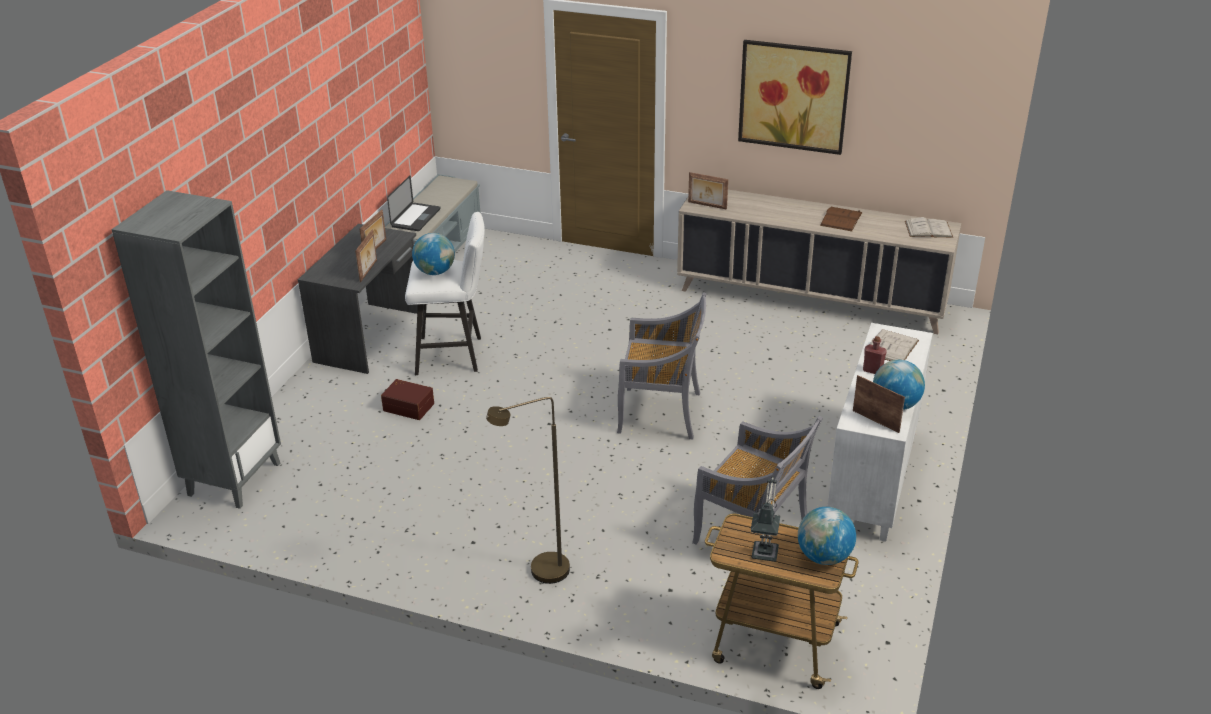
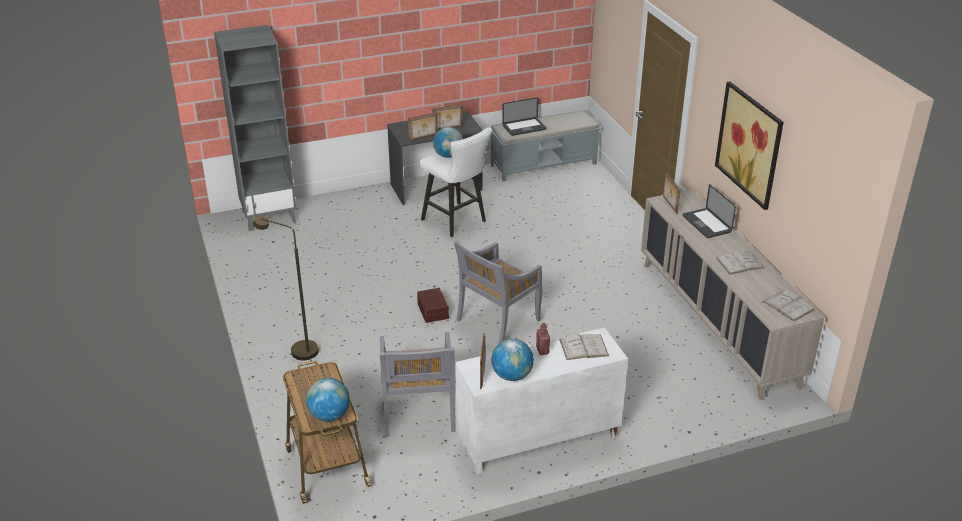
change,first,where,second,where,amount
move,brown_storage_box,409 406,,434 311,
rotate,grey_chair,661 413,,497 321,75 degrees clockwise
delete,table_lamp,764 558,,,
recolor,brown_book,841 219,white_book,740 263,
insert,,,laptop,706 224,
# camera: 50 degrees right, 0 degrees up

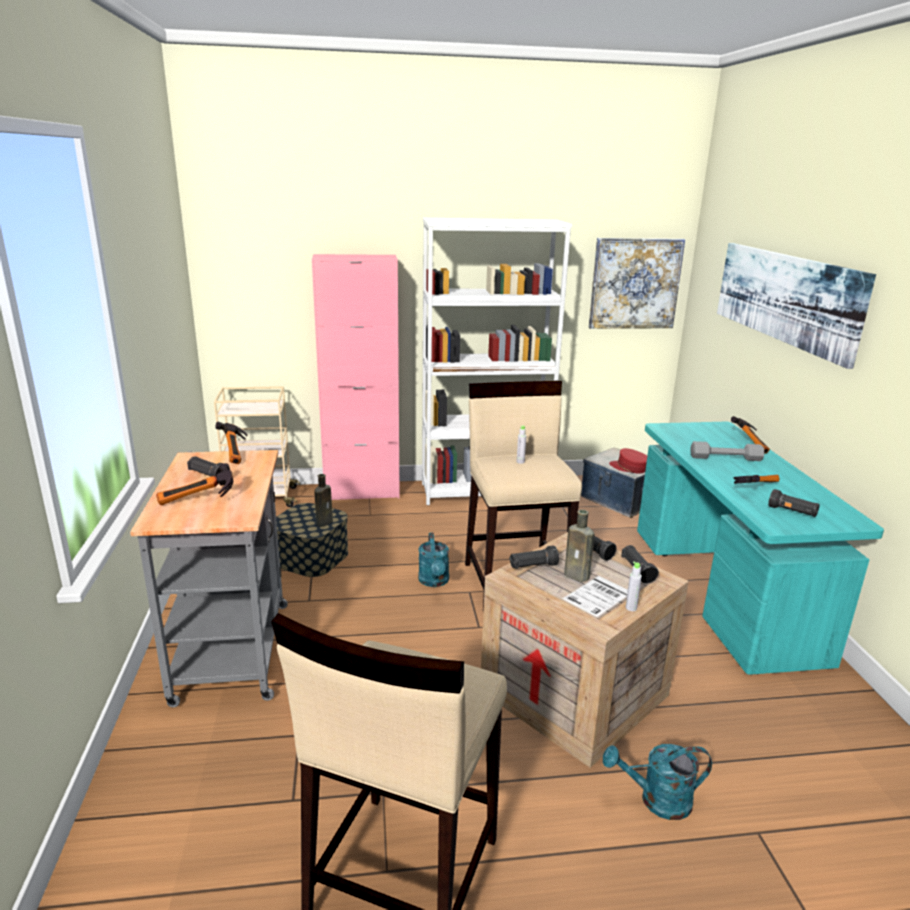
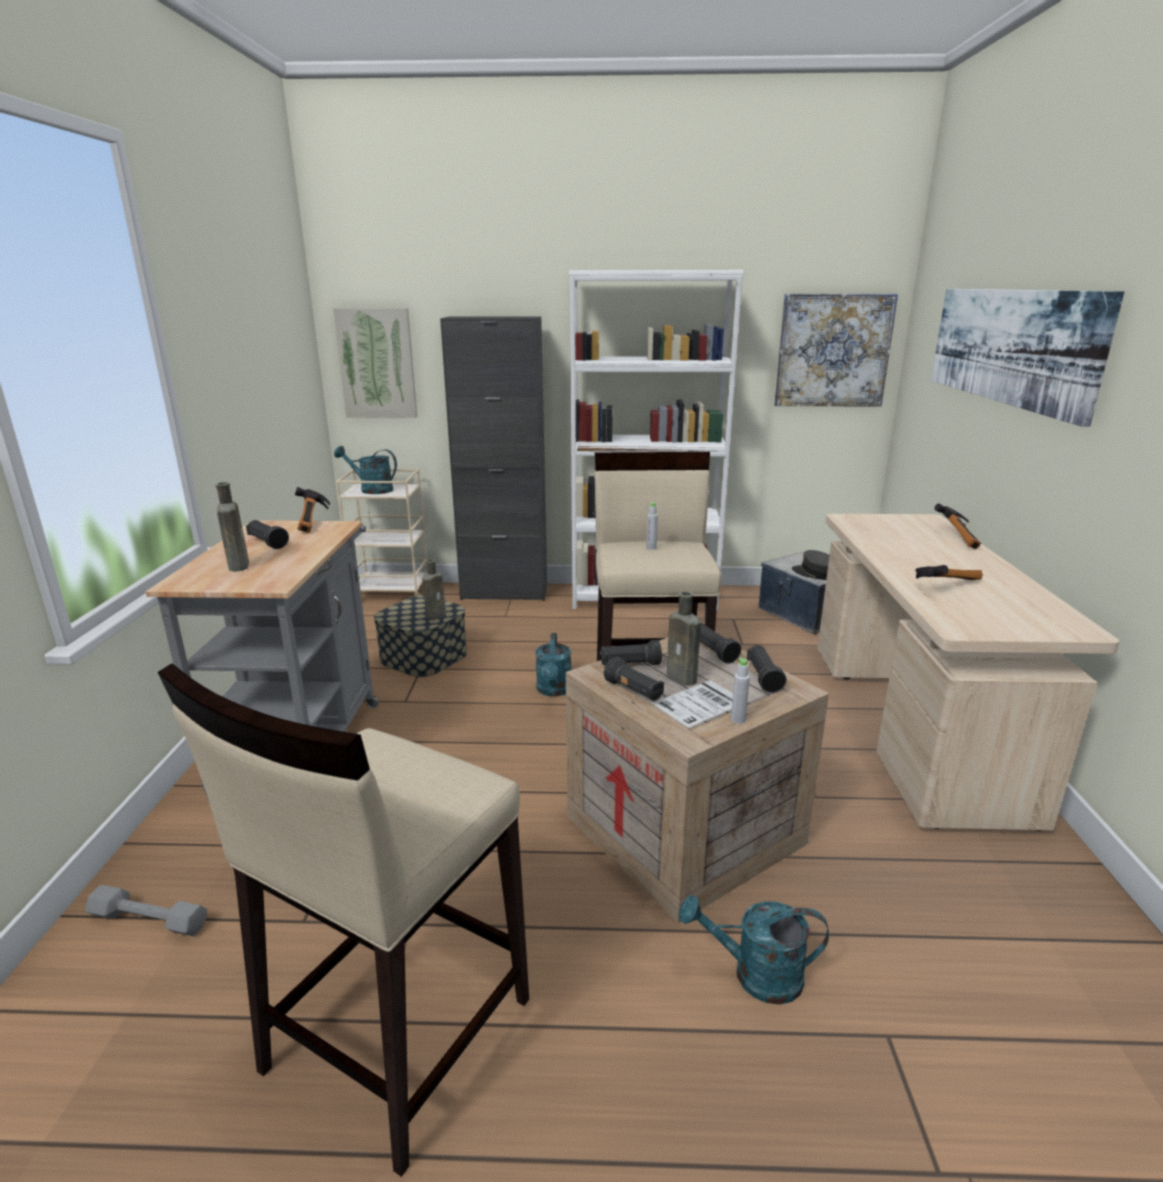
change,first,where,second,where,amount
replace,hammer,197 501,brown_bottle,239 565,
recolor,pink_cabinet,362 492,black_cabinet,504 593,
recolor,red_cap,629 468,grey_cap,815 573,
recolor,turquoise_desk,721 592,beige_desk,911 726,
move,grey_dumbbell,725 458,,149 919,
move,black_flashlight,792 512,,634 691,
insert,,,picture,377 363,
insert,,,turquoise_watering_can,371 489,
# camera: 10 degrees right, 0 degrees up

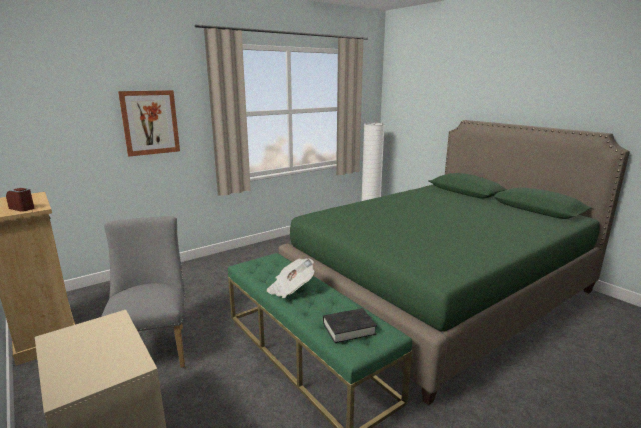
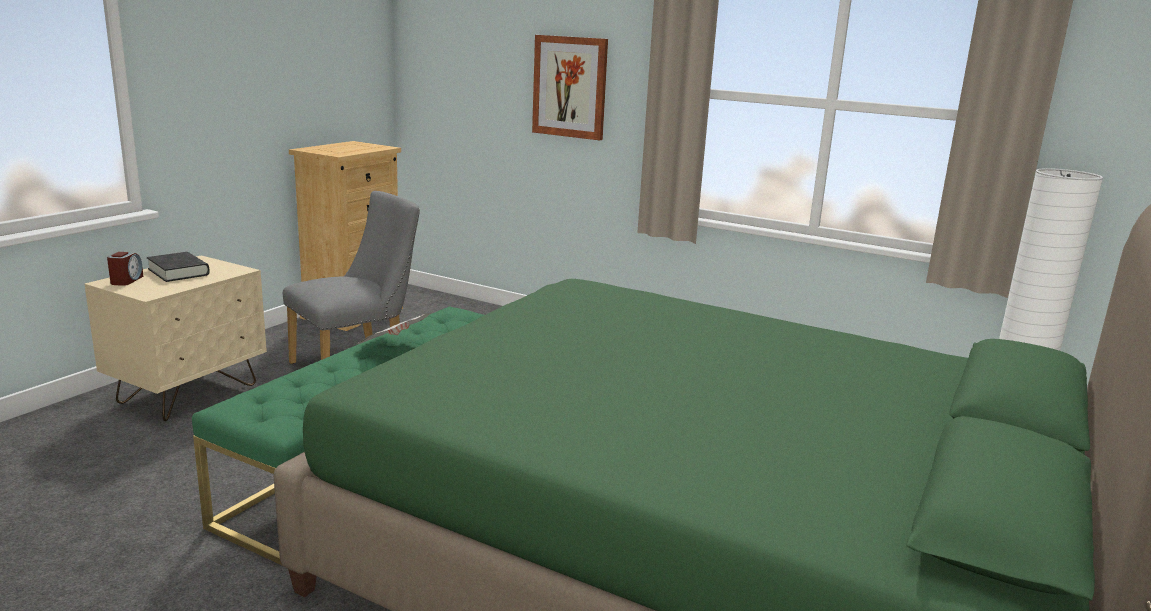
change,first,where,second,where,amount
move,alarm_clock,22 208,,126 280,
move,black_book,349 328,,178 272,
# camera: 65 degrees right, 0 degrees up

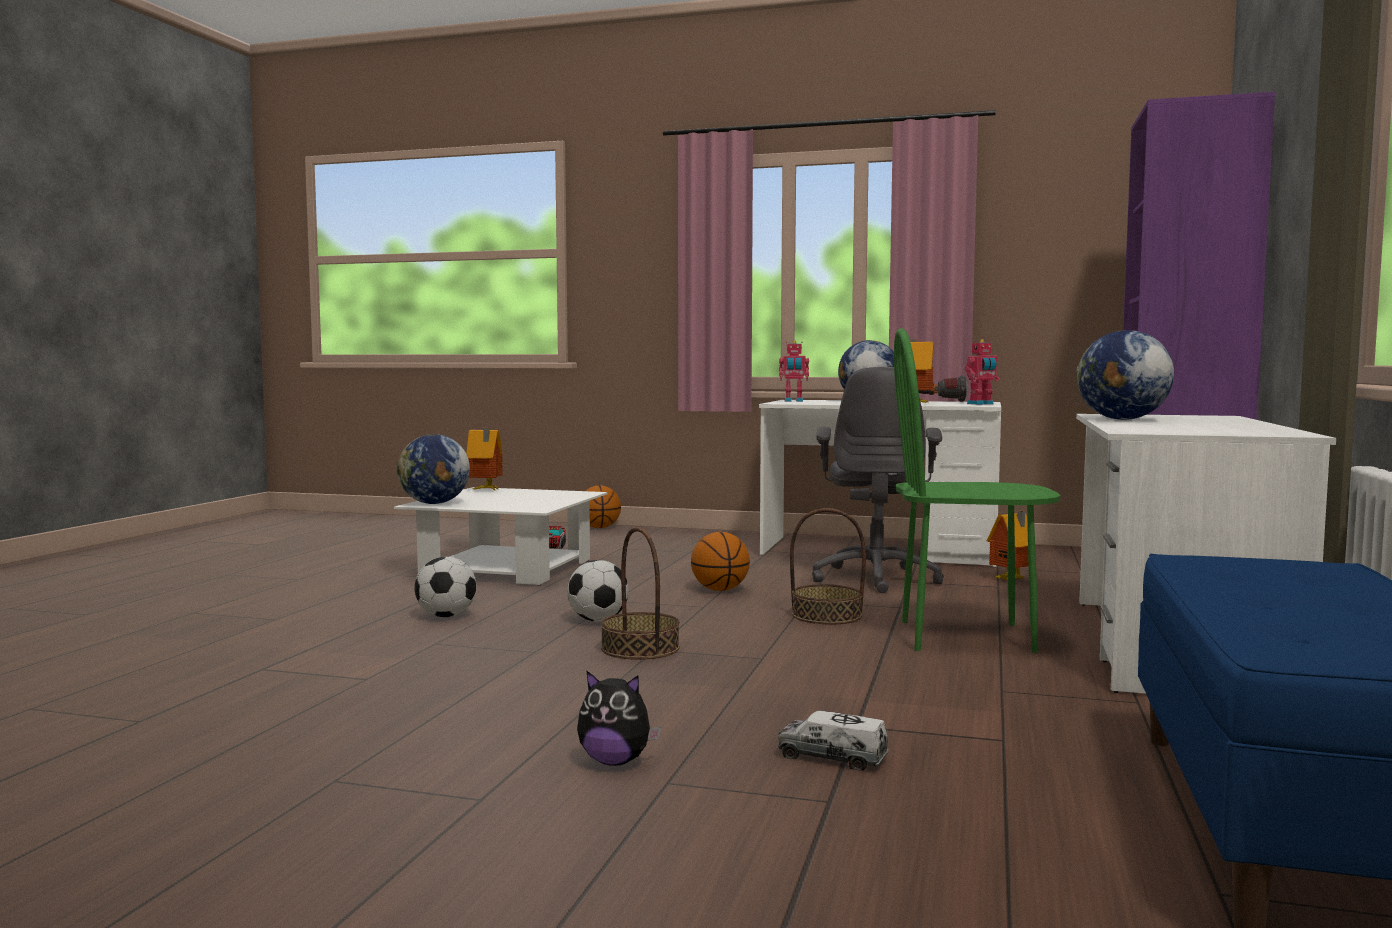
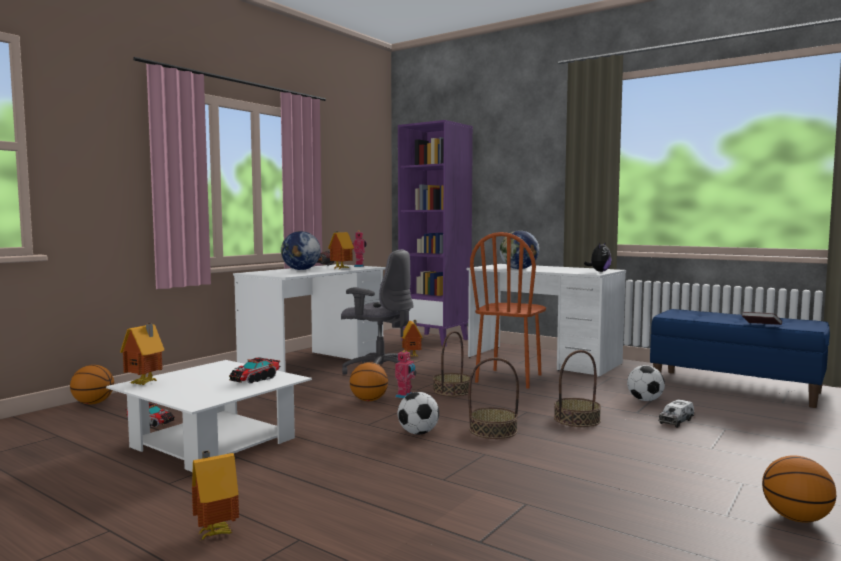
change,first,where,second,where,amount
delete,globe,434 503,,,
move,football,446 616,,645 400,
move,plush_toy,615 761,,599 271,
move,toy_robot,793 401,,405 396,
recolor,green_chair,966 636,brown_chair,509 378,
insert,,,toy_house,215 533,
insert,,,toy_truck,255 380,
insert,,,basket,577 419,
insert,,,book,761 325,
insert,,,basketball,796 519,
# camera: 70 degrees left, 0 degrees up

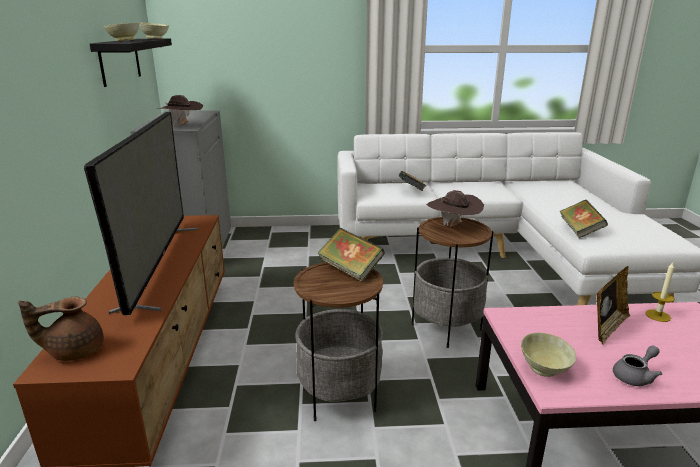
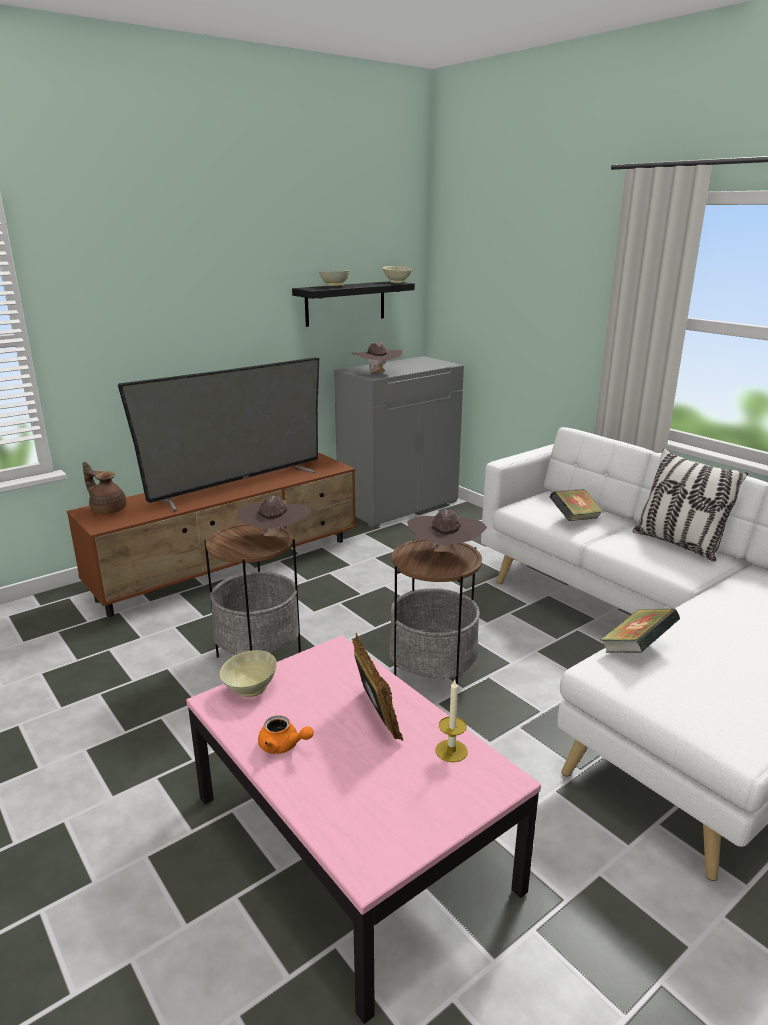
change,first,where,second,where,amount
replace,book,350 270,brown_hat,275 538,
rotate,picture_frame,607 328,,375 716,120 degrees counterclockwise
recolor,grey_teapot,635 376,orange_teapot,283 746,
insert,,,pillow,678 544,
# camera: 55 degrees right, 0 degrees up

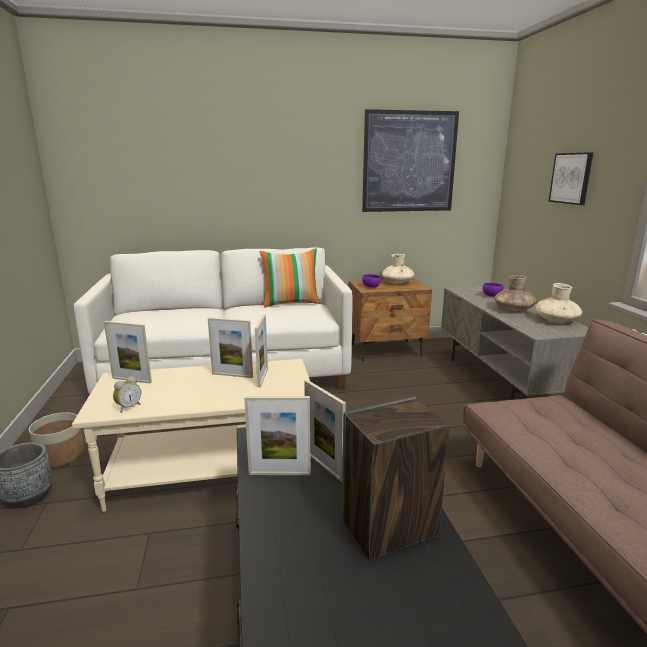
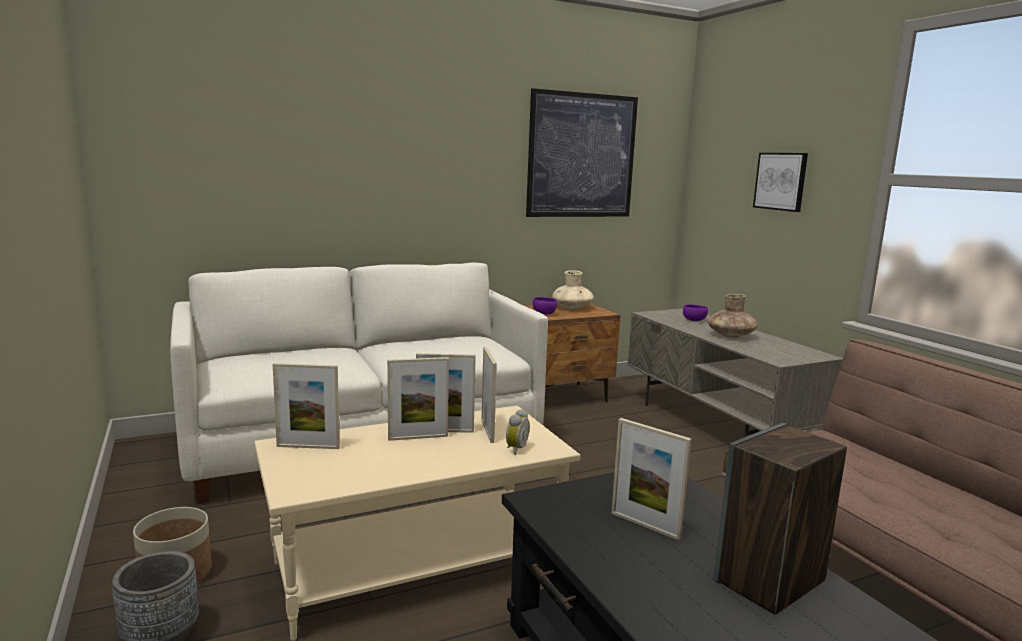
change,first,where,second,where,amount
move,alarm_clock,128 407,,515 449,
move,picture_frame,279 473,,418 437,
delete,pillow,291 303,,,
delete,beige_vase,556 321,,,
# camera: 15 degrees left, 5 degrees down

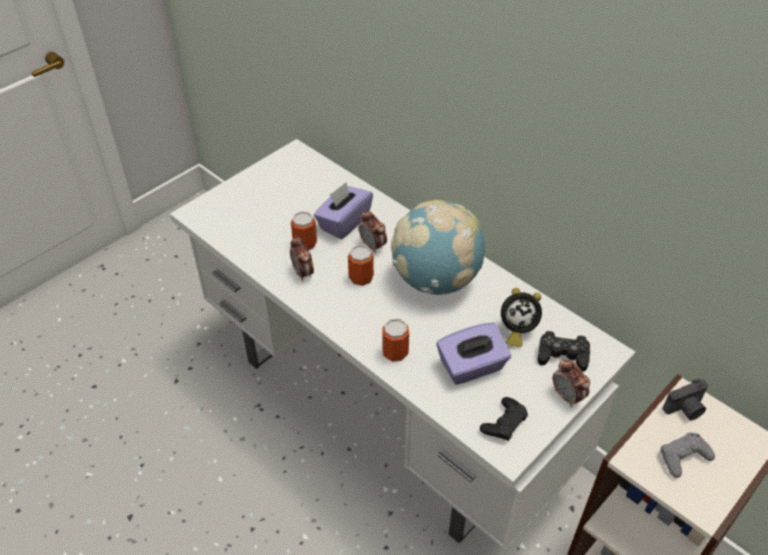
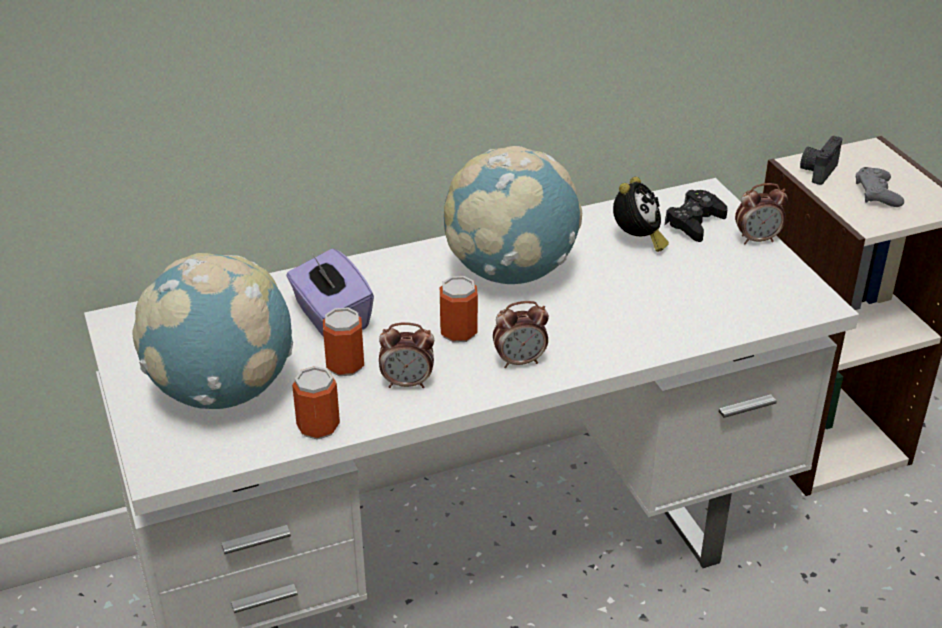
change,first,where,second,where,amount
move,alarm_clock,373 246,,520 361,
move,can,395 352,,318 427,
delete,purple_tissue_box,472 367,,,
delete,black_game_controller,504 423,,,
rotate,photo_camera,685 409,,817 171,150 degrees counterclockwise
insert,,,globe,223 391,
# camera: 65 degrees left, 10 degrees down

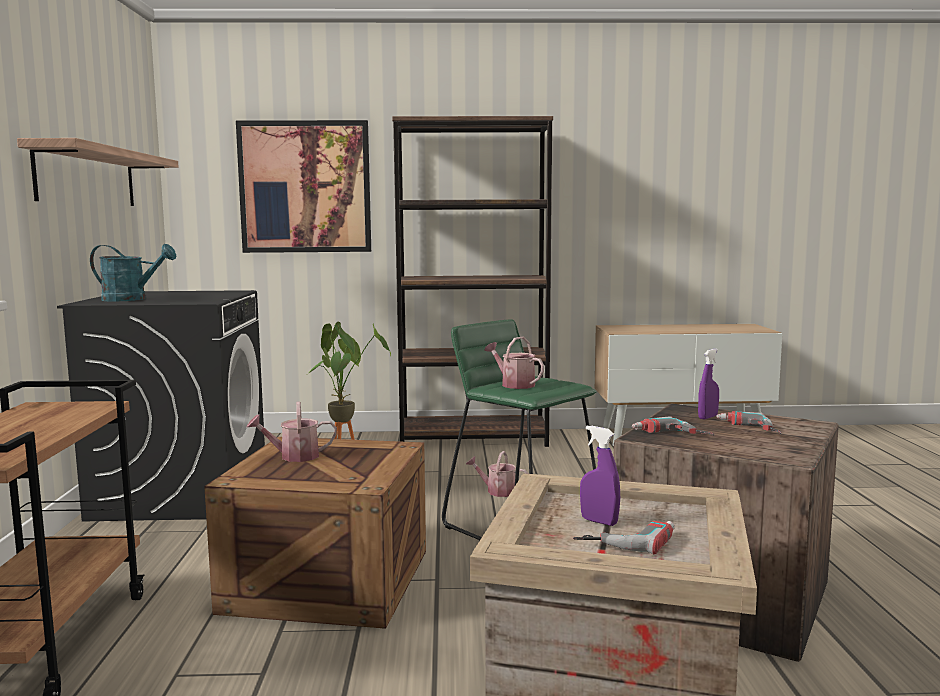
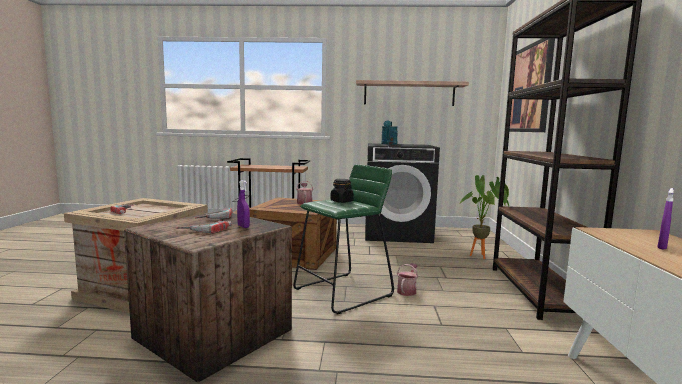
change,first,where,second,where,amount
replace,watering_can,514 384,black_jar,341 201,
move,purple_spray_bottle,599 521,,662 247,
# camera: 95 degrees right, 0 degrees up

